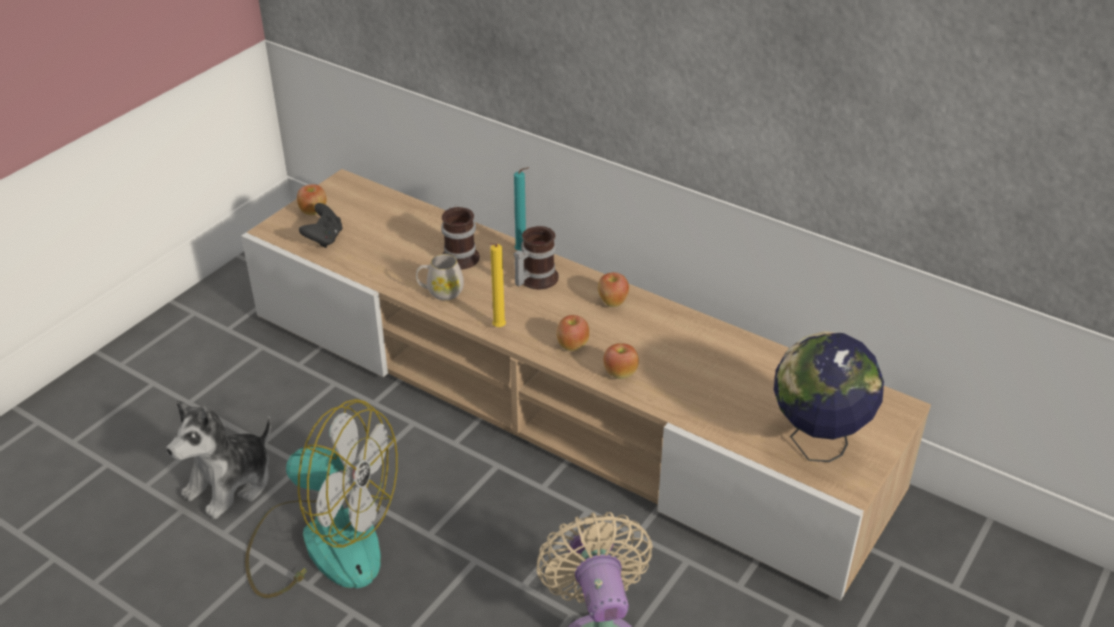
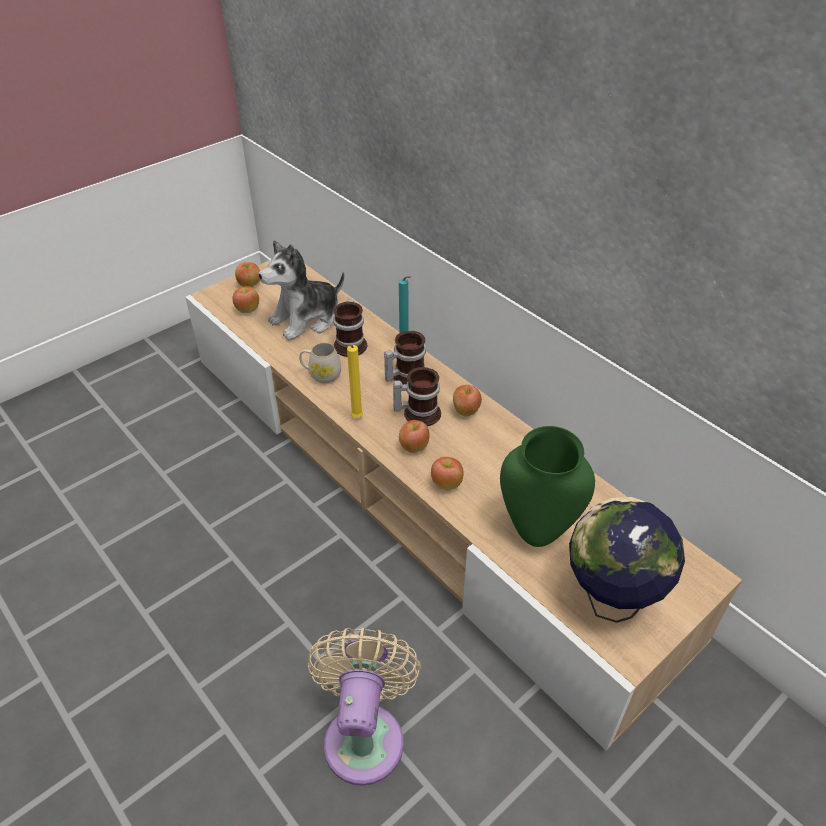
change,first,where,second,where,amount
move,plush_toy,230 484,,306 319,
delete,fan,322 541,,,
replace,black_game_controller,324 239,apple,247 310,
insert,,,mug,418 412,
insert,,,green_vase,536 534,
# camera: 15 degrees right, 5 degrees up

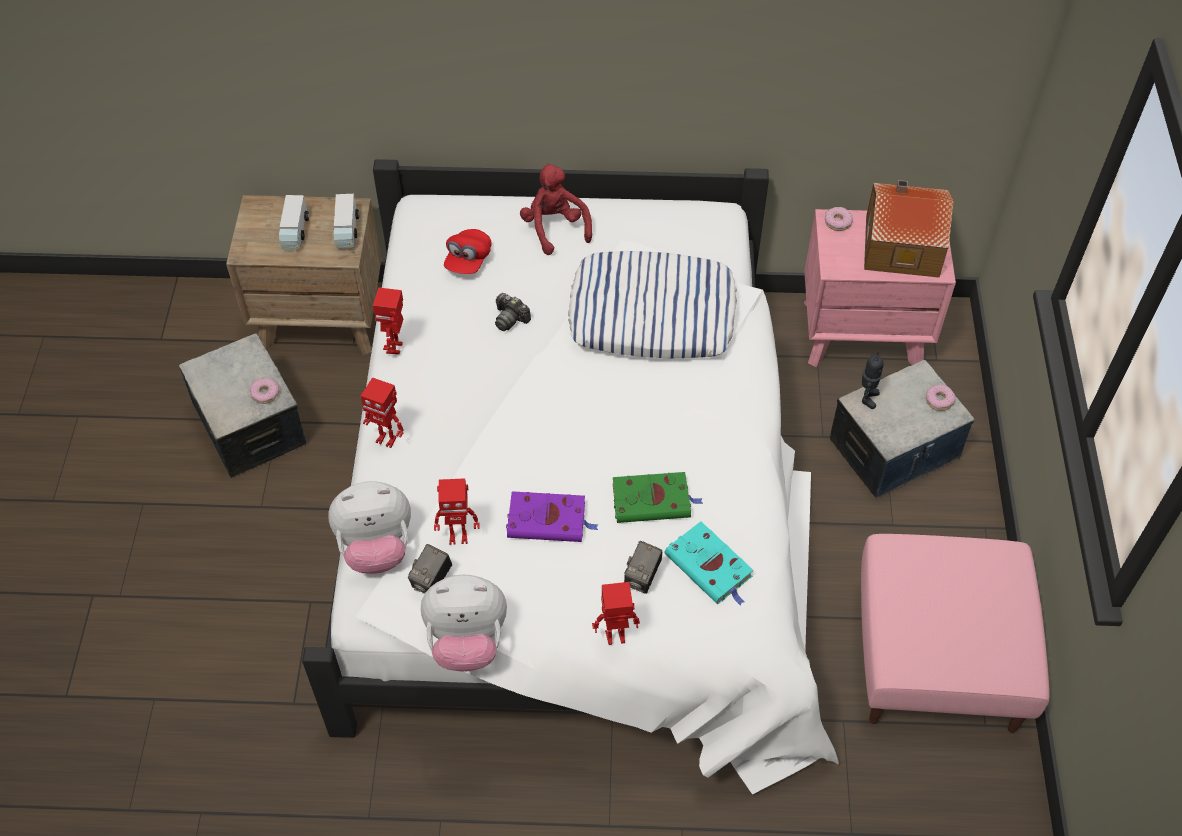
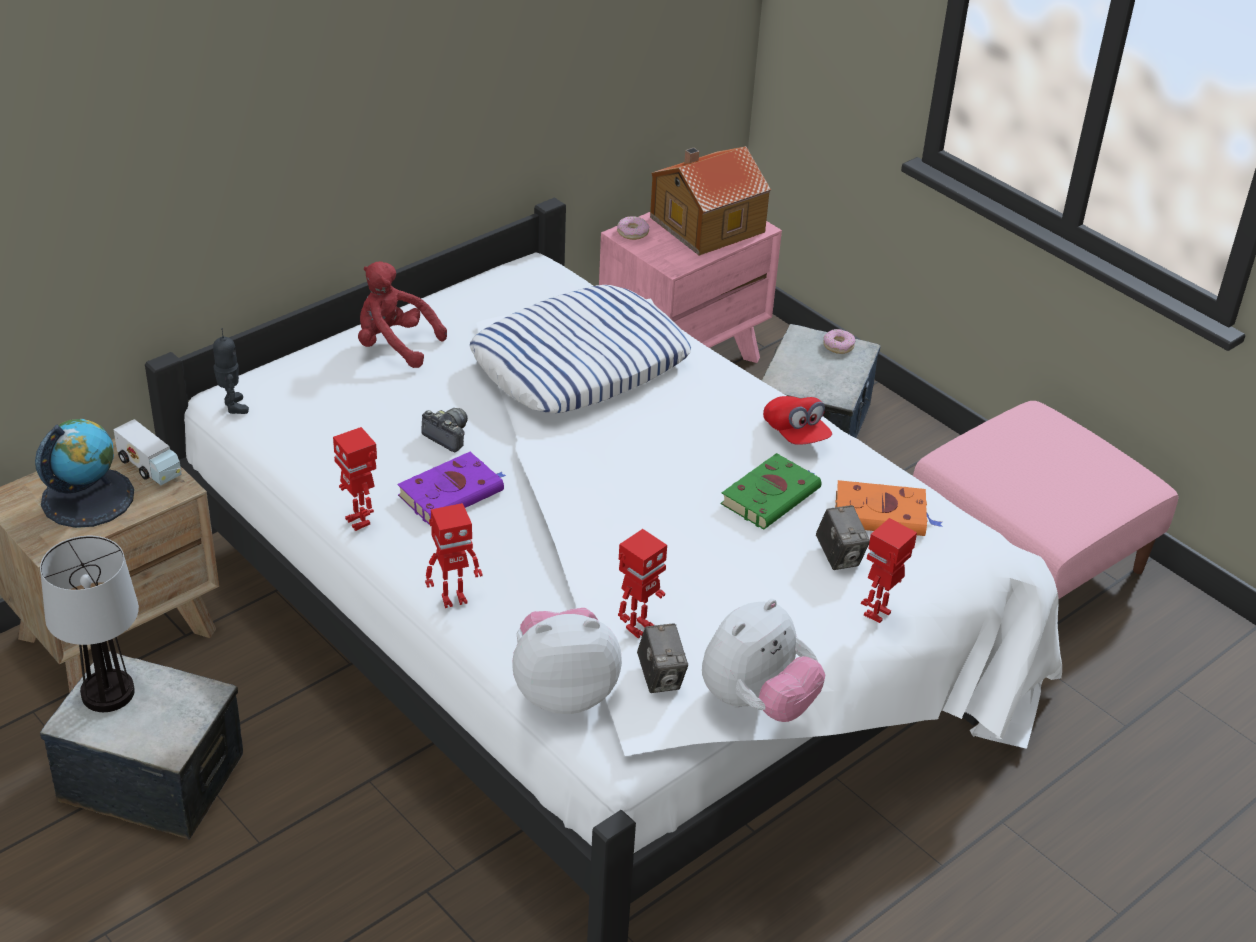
change,first,where,second,where,amount
delete,donut,265 393,,,
replace,toy_truck,294 231,globe,87 497,
rotate,plush_toy,376 548,,563 691,135 degrees counterclockwise
move,red_cap,468 260,,796 434,
rotate,photo_camera,510 319,,447 436,135 degrees counterclockwise
move,purple_book,549 520,,453 492,
recolor,turquoise_book,710 567,orange_book,883 514,
move,toy_robot,867 398,,232 407,
insert,,,table_lamp,107 692,
# camera: 45 degrees left, 15 degrees down

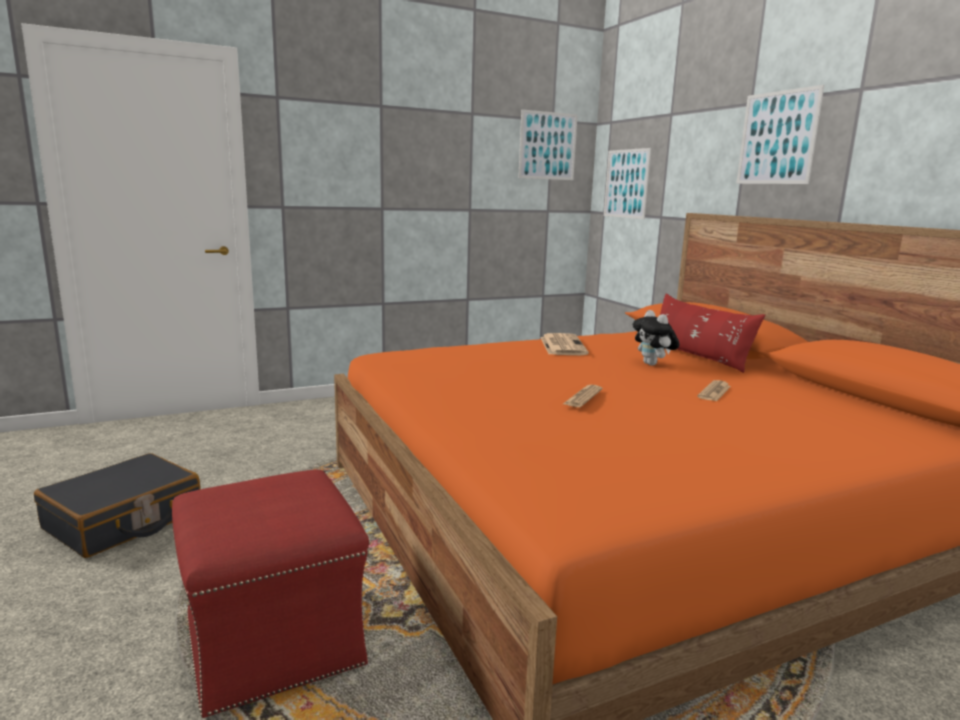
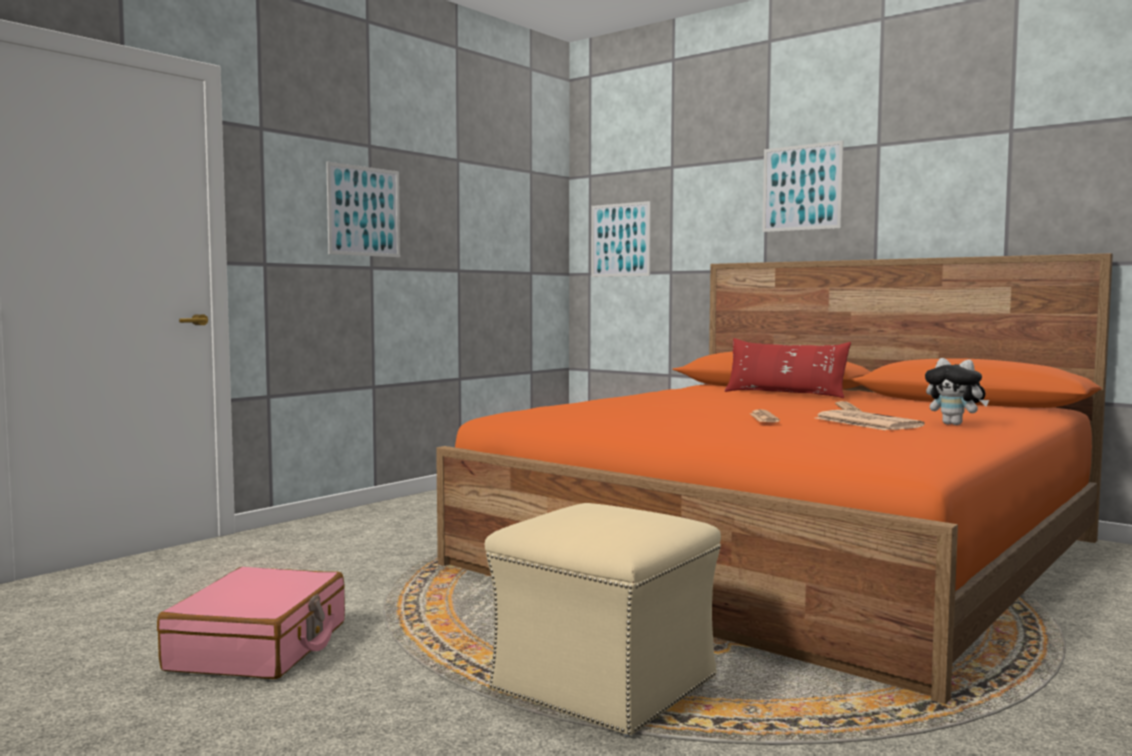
change,first,where,second,where,amount
recolor,black_suitcase,124 520,pink_suitcase,260 646,
recolor,red_ottoman,273 640,beige_ottoman,602 683,
move,picture,547 146,,364 211,
move,newspaper,562 345,,865 422,
move,plush_toy,653 364,,955 424,
# camera: 25 degrees left, 10 degrees down

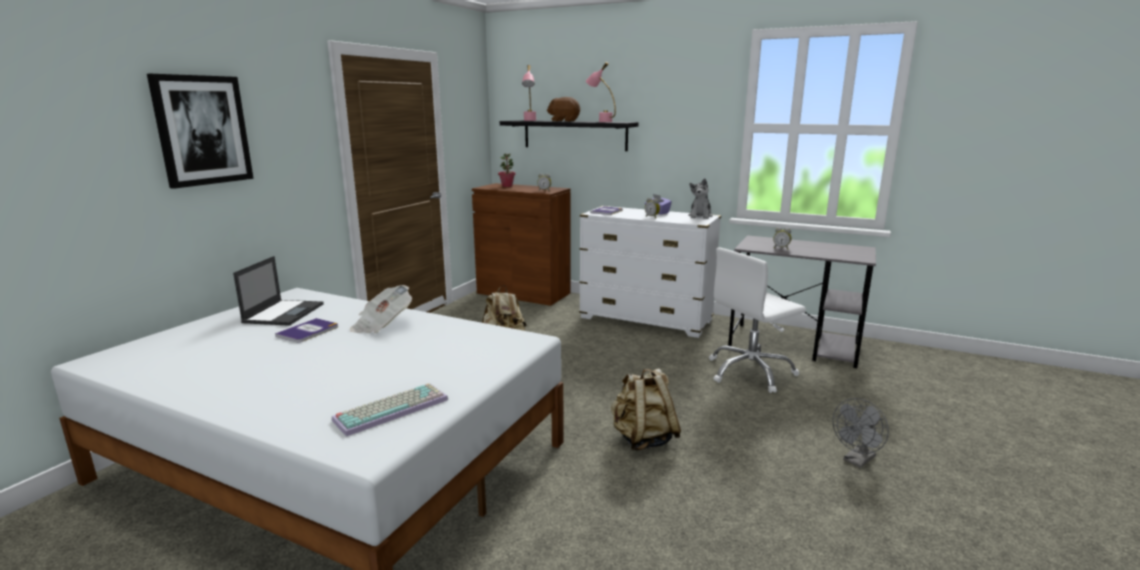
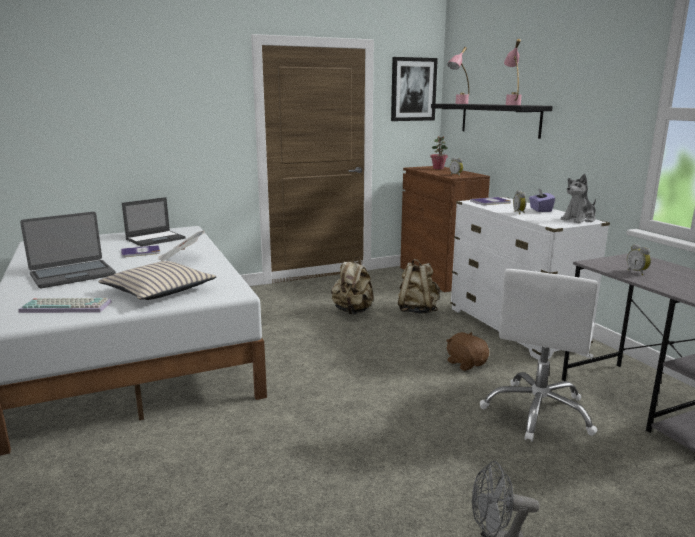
change,first,where,second,where,amount
move,picture,202 130,,413 89,
move,brown_plush_toy,564 121,,466 363,
move,beige_backpack,643 439,,417 310,
rotate,white_office_chair,750 372,,538 412,75 degrees counterclockwise
insert,,,laptop,72 275,
insert,,,beige_pillow,158 290,
# camera: 40 degrees right, 0 degrees up

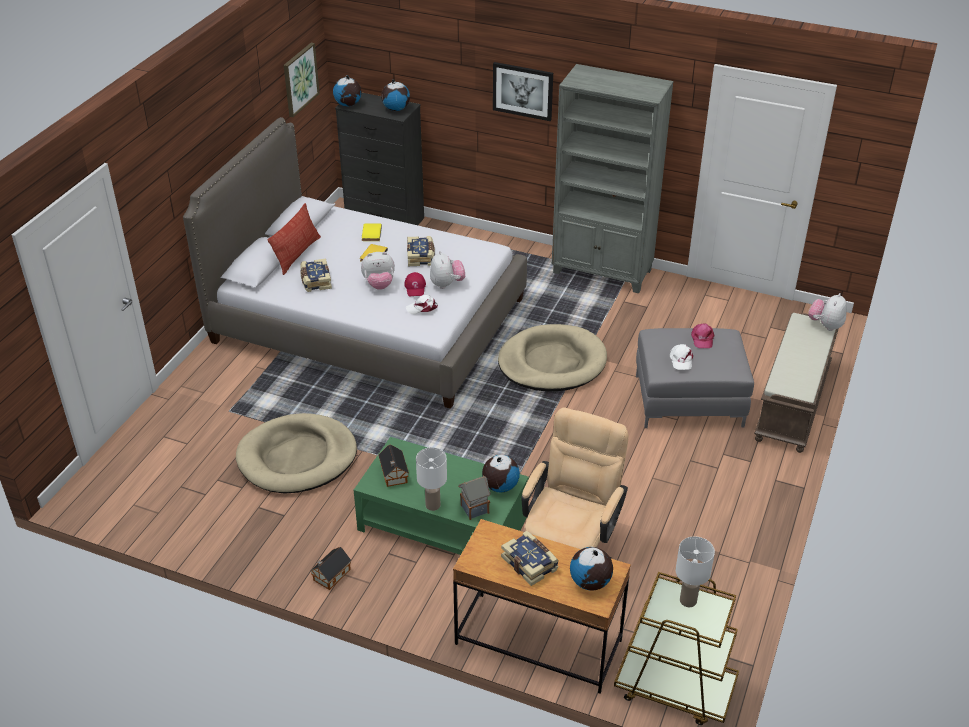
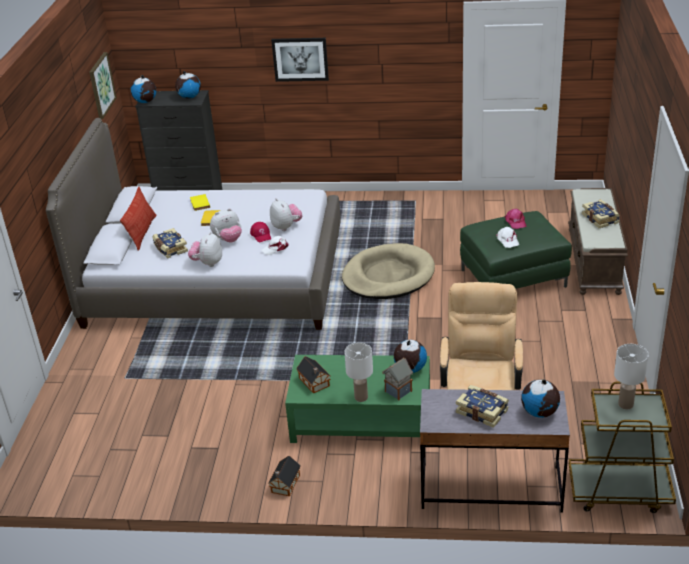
change,first,where,second,where,amount
delete,beige_dog_bed,297 457,,,
move,book,421 257,,600 219,
recolor,brown_desk,538 642,grey_desk,490 487,
delete,grey_bookcase,602 272,,,
recolor,grey_ottoman,688 400,green_ottoman,513 278,
move,plush_toy,825 325,,207 263,
# camera: 15 degrees left, 5 degrees down

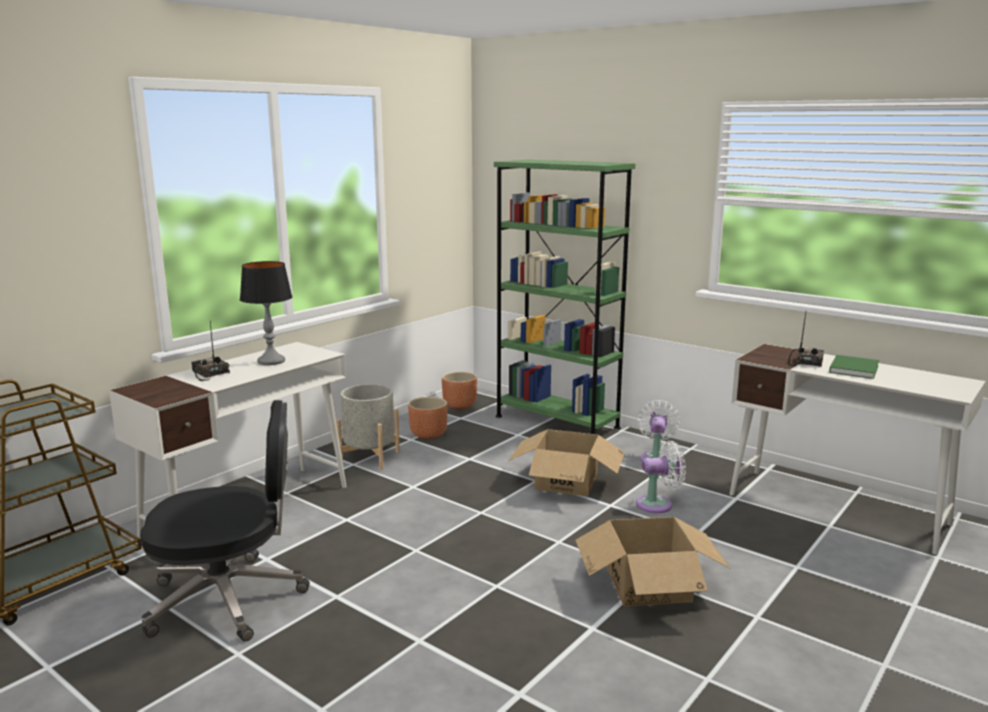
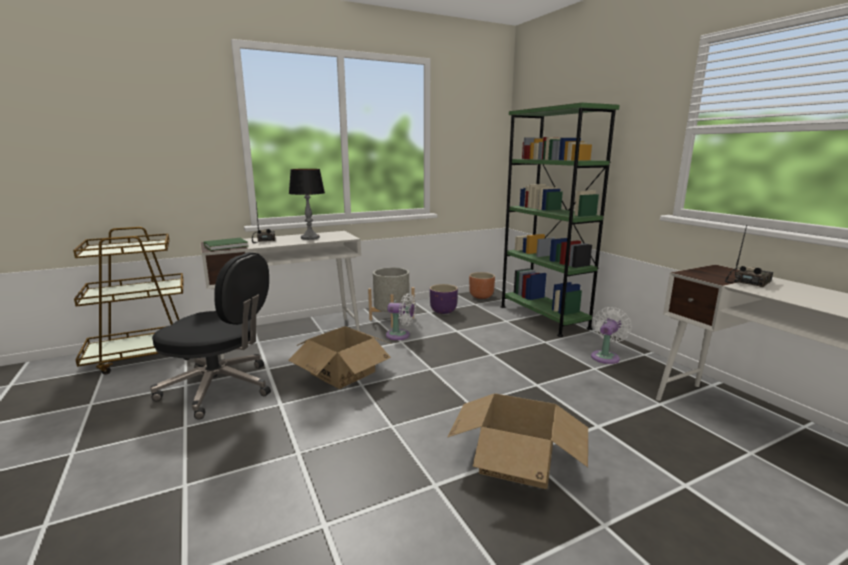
change,first,where,second,where,amount
recolor,brown_planter,429 434,purple_planter,443 311,
move,cardboard_box,567 481,,343 372,
move,white_fan,658 504,,400 335,
move,green_book,854 368,,227 245,
# camera: 25 degrees right, 0 degrees up

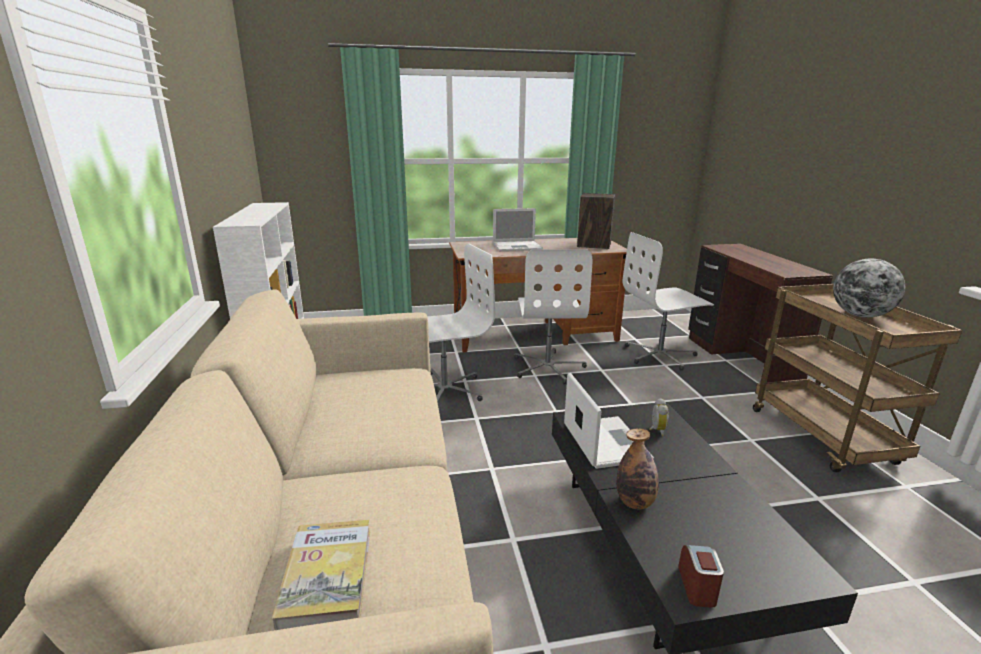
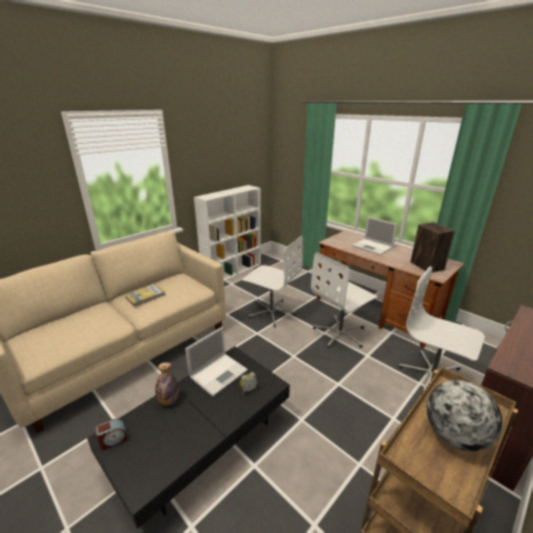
change,first,where,second,where,amount
move,book,327 575,,145 296,
# camera: 55 degrees right, 5 degrees up

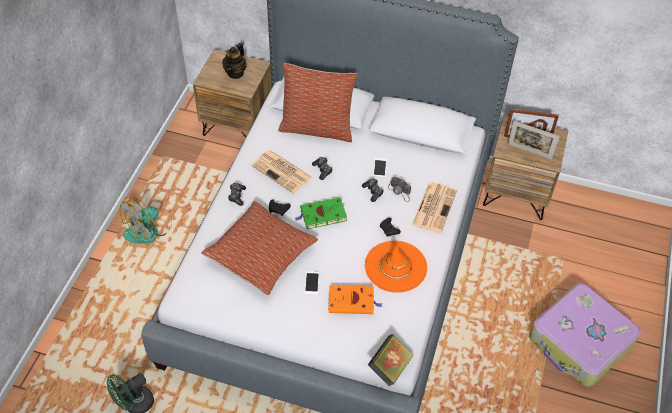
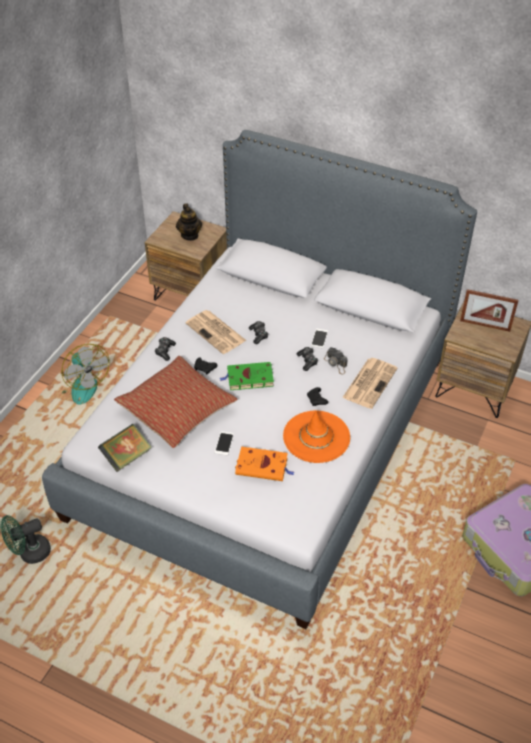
change,first,where,second,where,amount
rotate,fan,148 230,,80 385,90 degrees counterclockwise
rotate,teapot,235 73,,190 235,45 degrees counterclockwise
delete,pillow,317 128,,,
move,book,390 367,,126 457,
delete,picture_frame,529 151,,,
# camera: 10 degrees right, 5 degrees down

